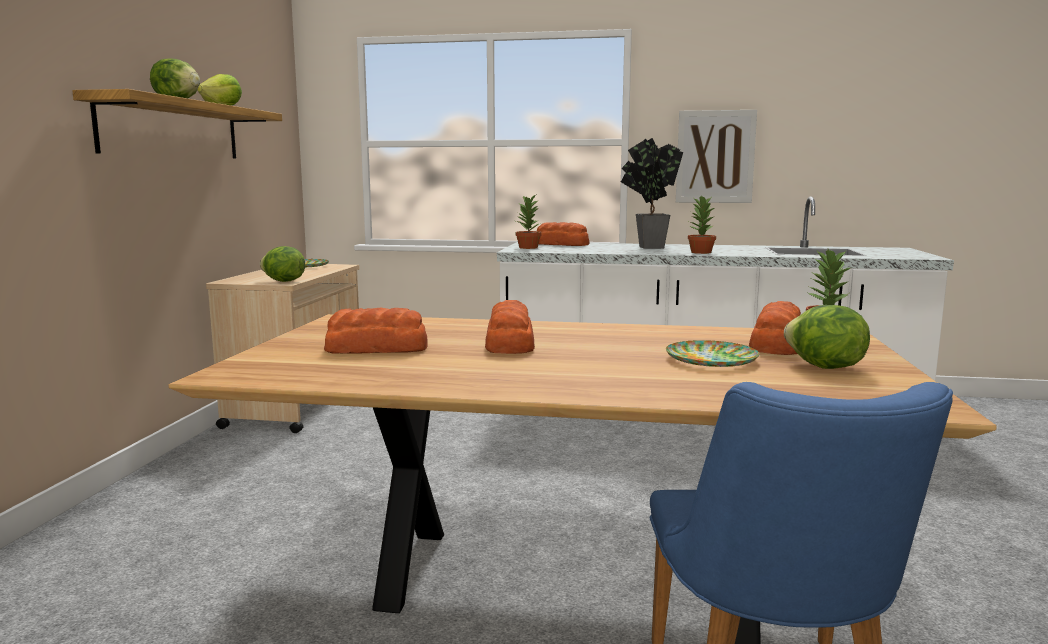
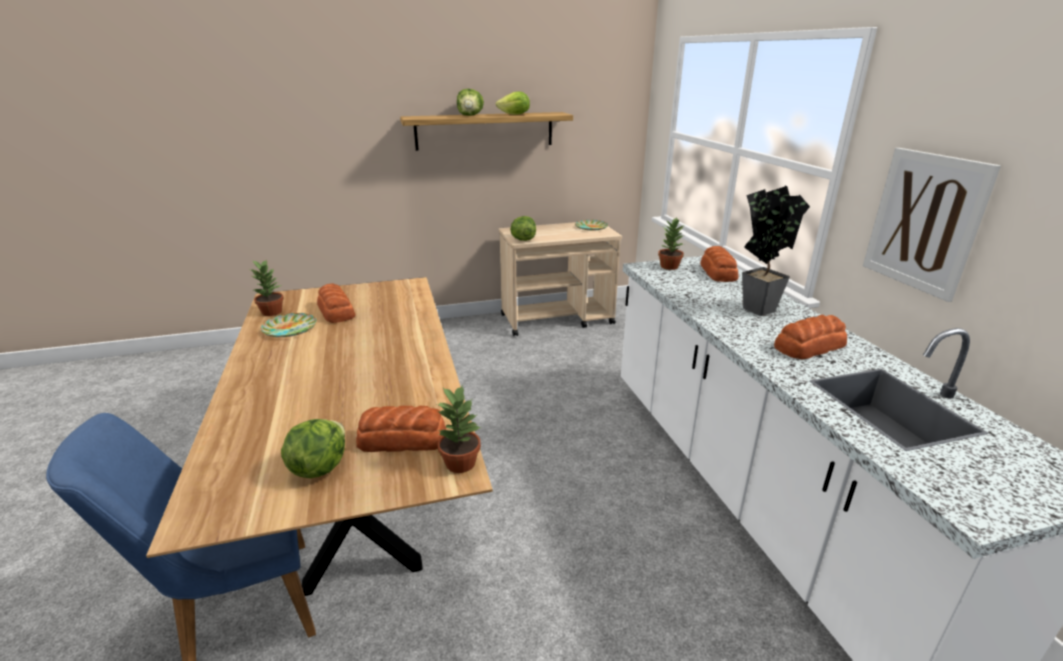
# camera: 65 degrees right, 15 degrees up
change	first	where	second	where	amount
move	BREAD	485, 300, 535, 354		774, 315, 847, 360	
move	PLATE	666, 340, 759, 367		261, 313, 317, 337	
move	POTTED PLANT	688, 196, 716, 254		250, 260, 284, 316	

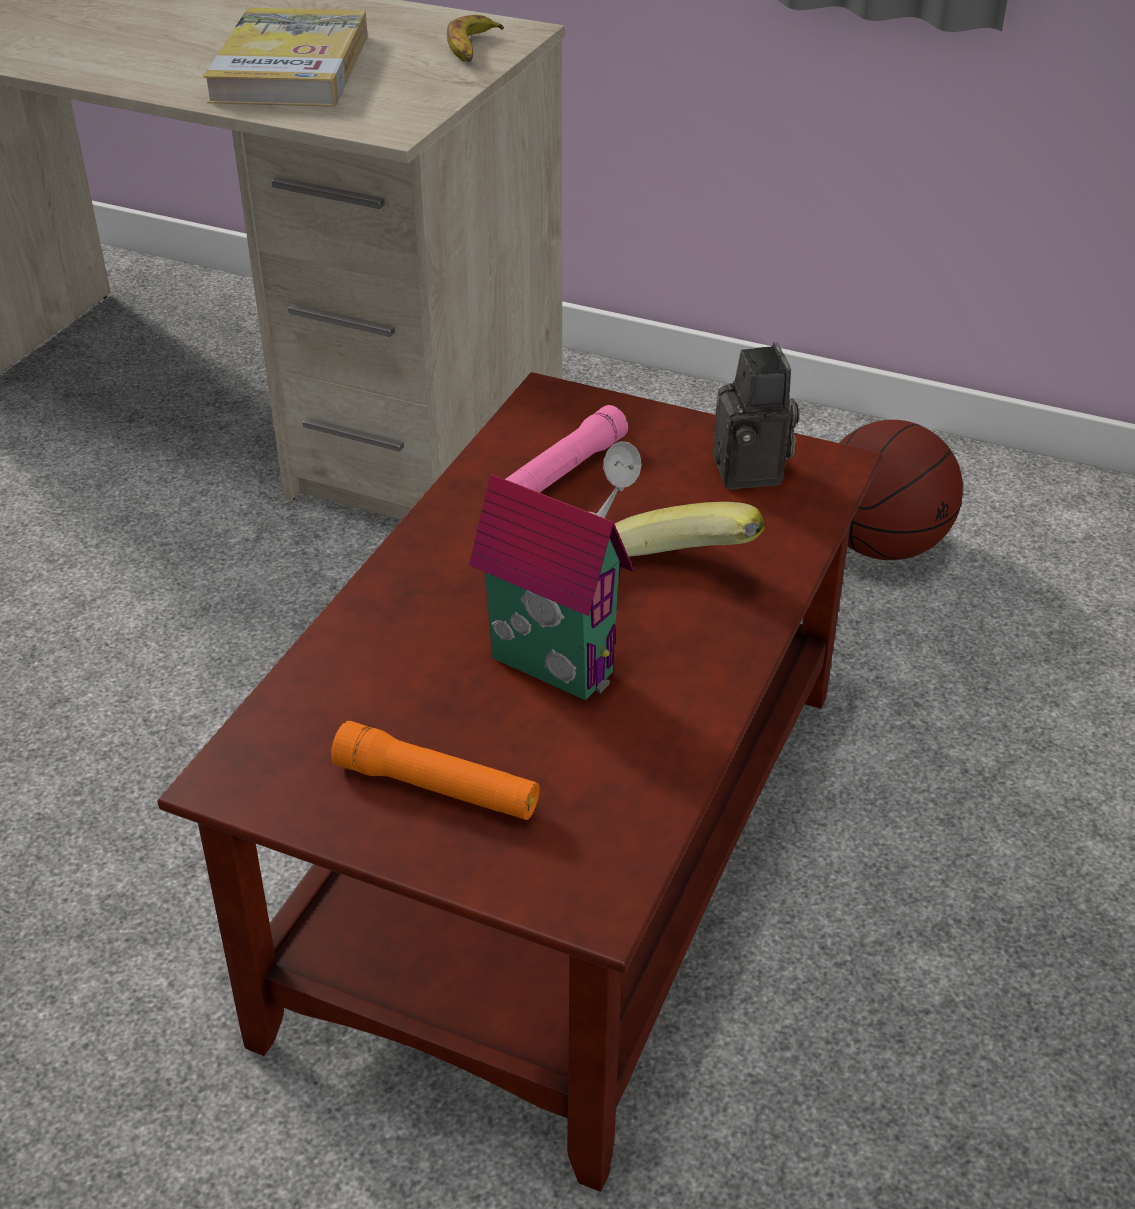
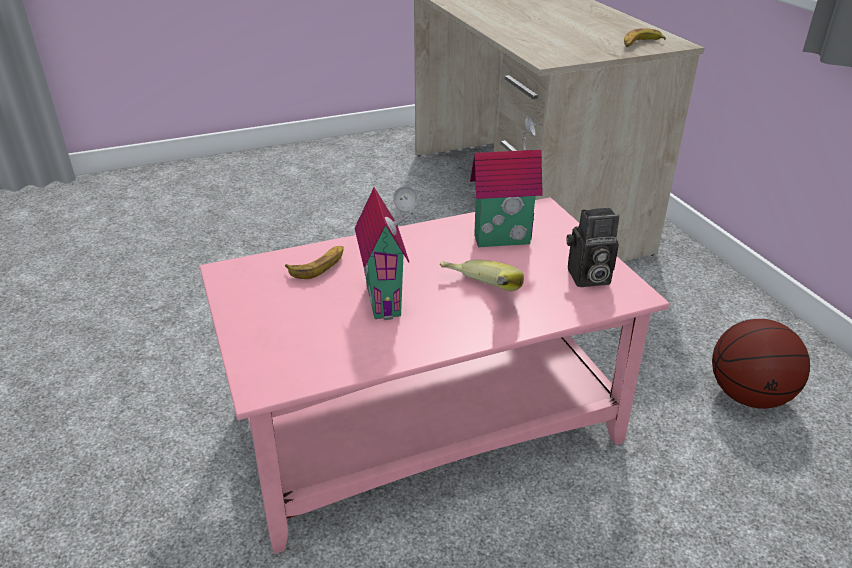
# camera: 45 degrees right, 5 degrees down
change	first	where	second	where	amount
delete	BOOK	203, 8, 368, 107			
delete	ORANGE FLASHLIGHT	331, 721, 540, 820			
insert			BANANA	285, 246, 344, 279	
replace	PINK FLASHLIGHT	506, 405, 628, 493	TOY HOUSE	470, 116, 543, 247	
recolor	BROWN COFFEE TABLE	157, 372, 882, 1192	PINK COFFEE TABLE	200, 197, 670, 554	
rotate	PHOTO CAMERA	712, 342, 799, 489		567, 208, 619, 287	45 degrees clockwise

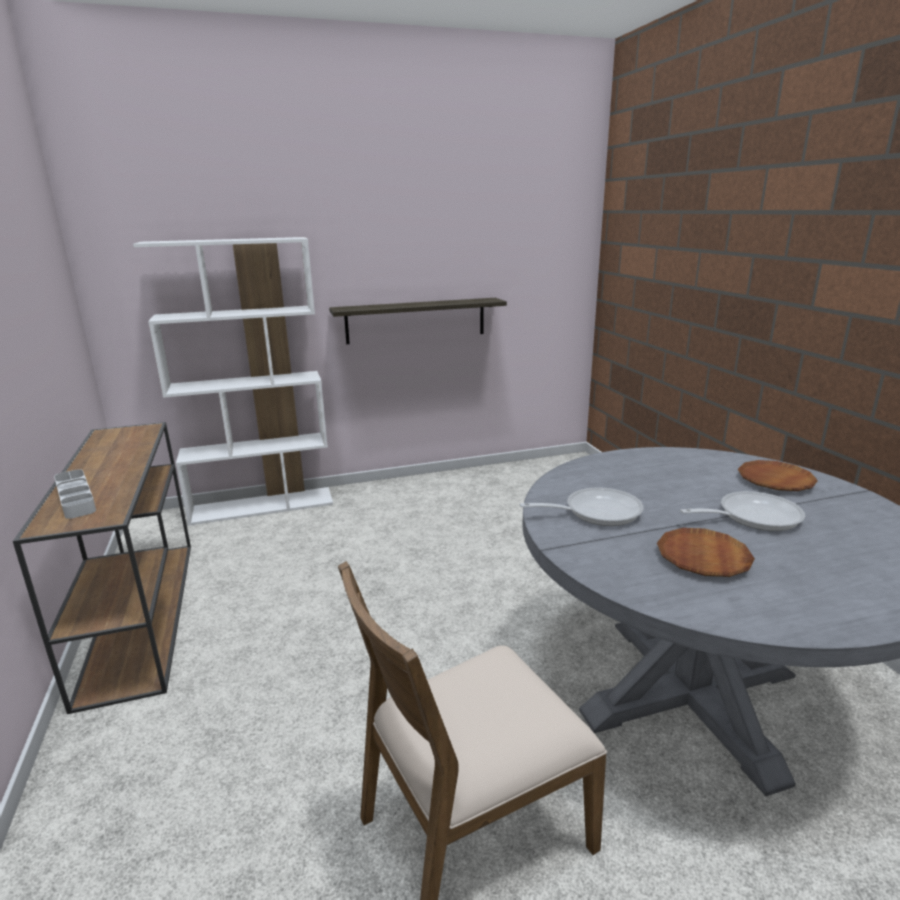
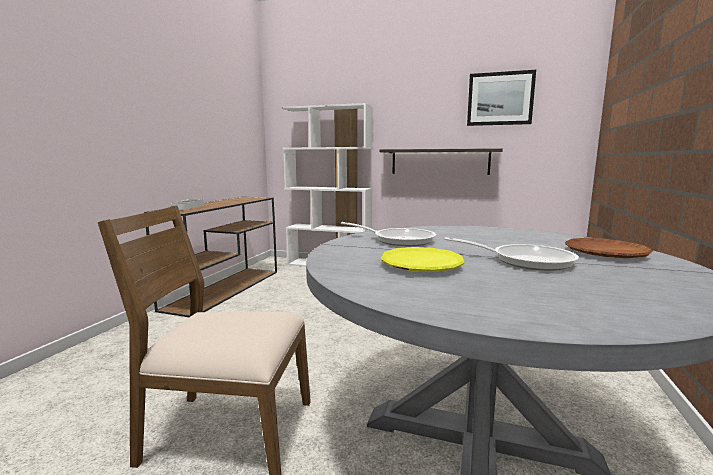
# camera: 35 degrees right, 10 degrees down
change	first	where	second	where	amount
insert			PICTURE	467, 70, 536, 126	
recolor	BROWN PLATE	657, 528, 755, 577	YELLOW PLATE	381, 247, 465, 272	

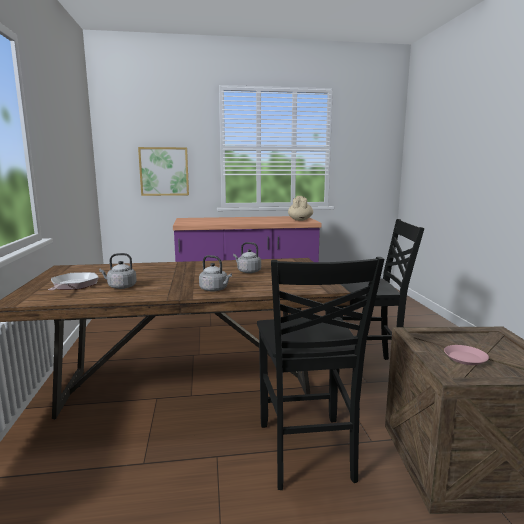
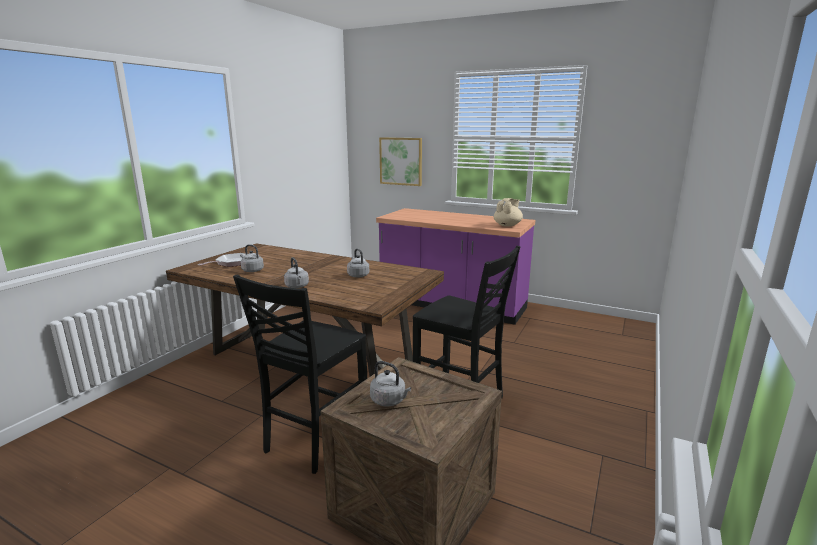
# camera: 35 degrees right, 5 degrees up
change	first	where	second	where	amount
replace	PINK PLATE	444, 345, 489, 365	GREY KETTLE	370, 361, 411, 406	

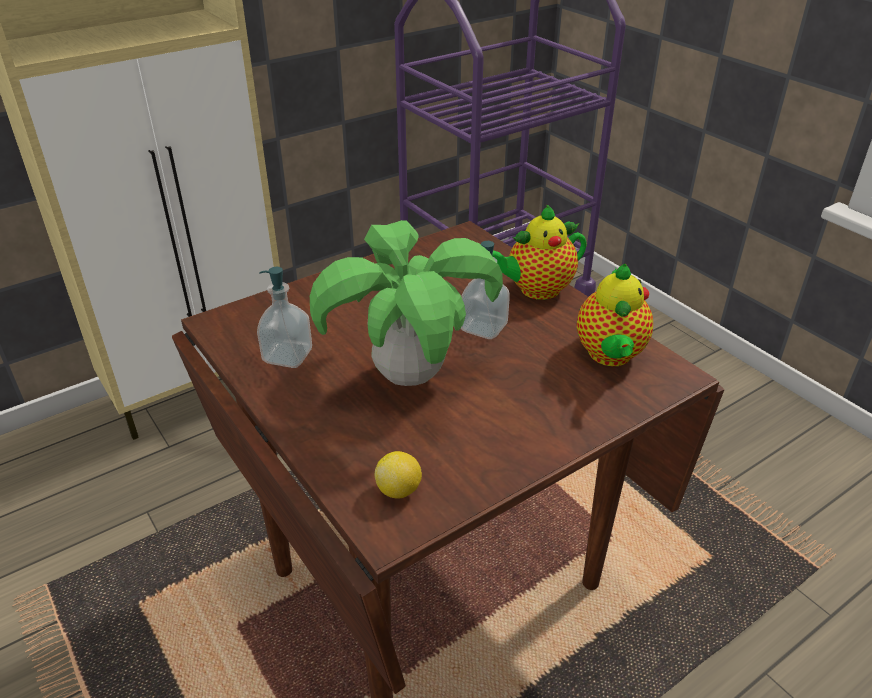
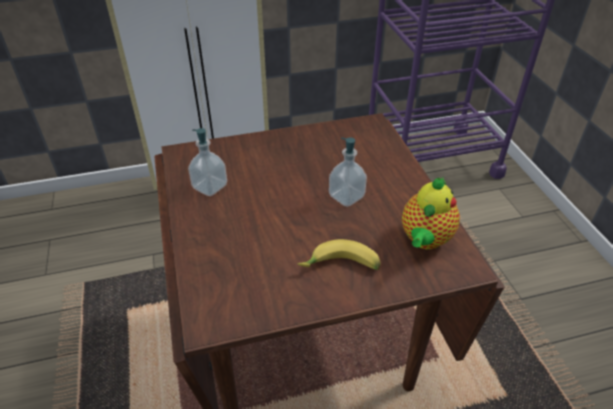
# camera: 20 degrees right, 5 degrees up
change	first	where	second	where	amount
delete	POTTED PLANT	310, 220, 503, 386			
delete	LEMON	375, 451, 422, 499			
delete	TEAPOT	492, 204, 587, 300			
insert			BANANA	297, 239, 380, 270	

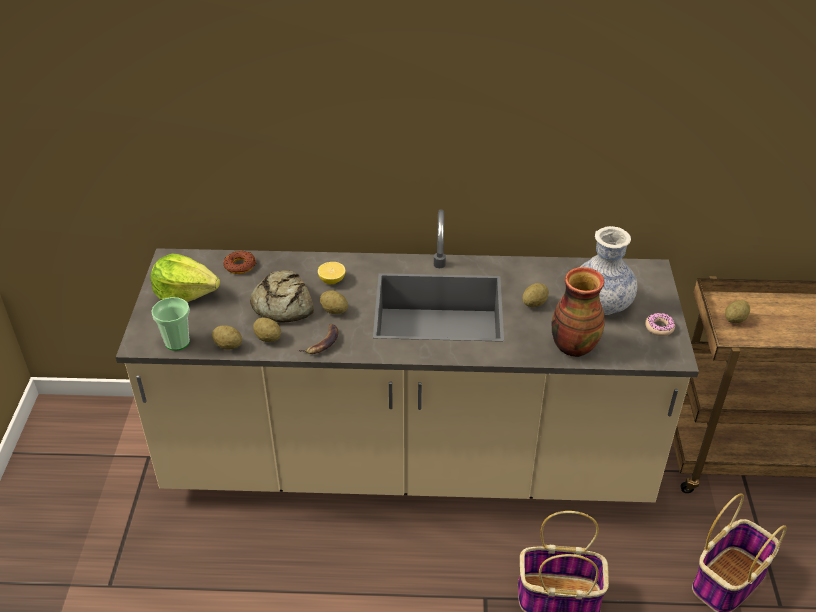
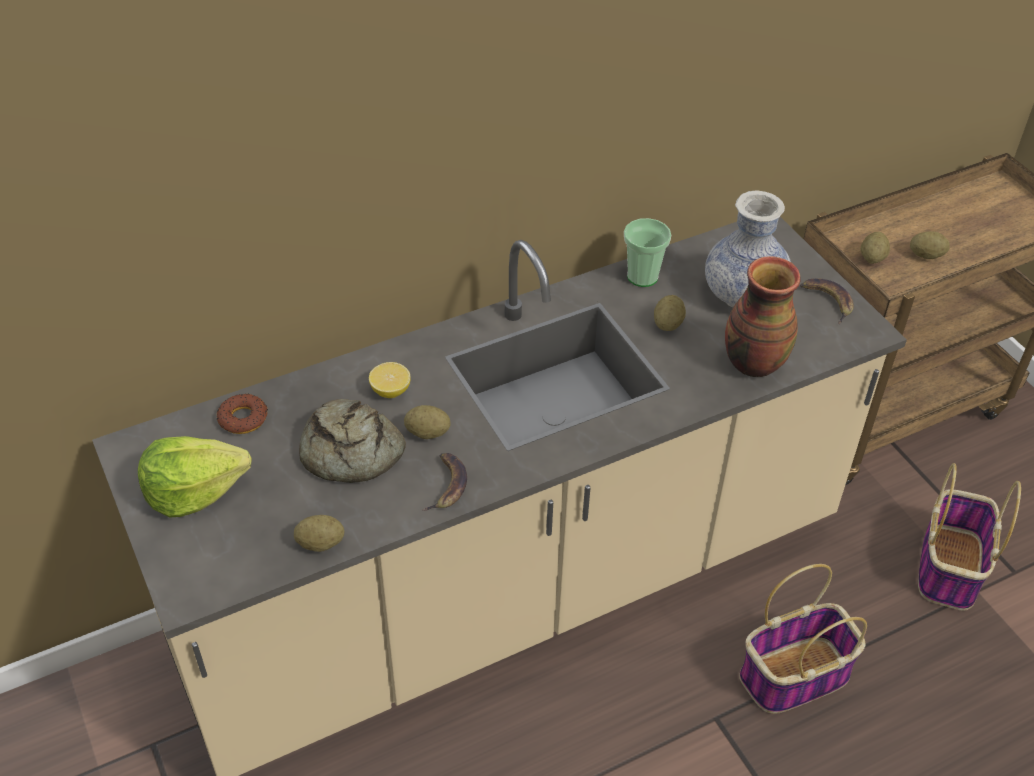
# camera: 30 degrees left, 5 degrees up
change	first	where	second	where	amount
move	CUP	151, 297, 190, 351		624, 218, 671, 287	
move	POTATO	253, 318, 281, 342		910, 231, 950, 259	
replace	DONUT	645, 313, 675, 336	BANANA	800, 278, 854, 324	

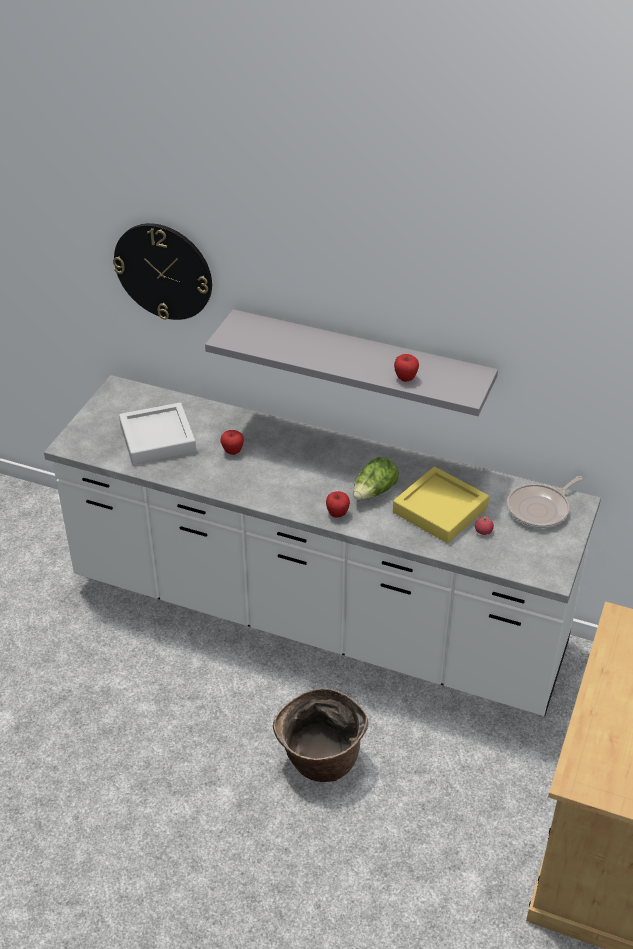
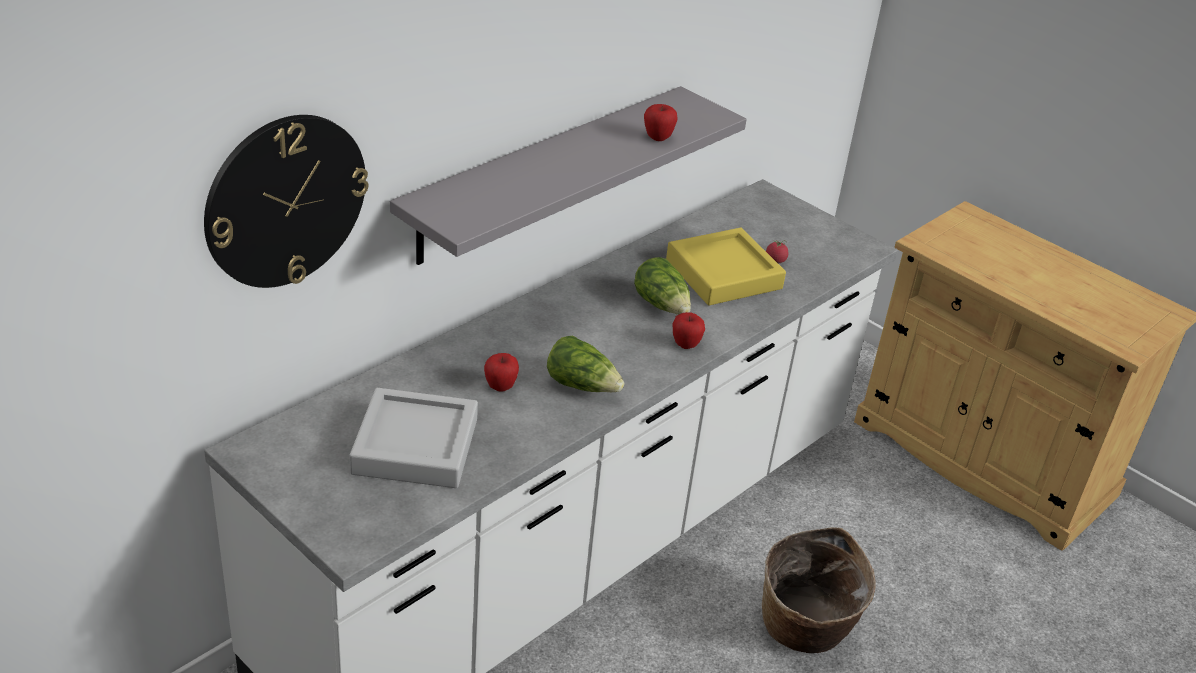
# camera: 70 degrees left, 5 degrees down
change	first	where	second	where	amount
delete	FRYING PAN	507, 476, 582, 528			
insert			LETTUCE	547, 335, 624, 392	

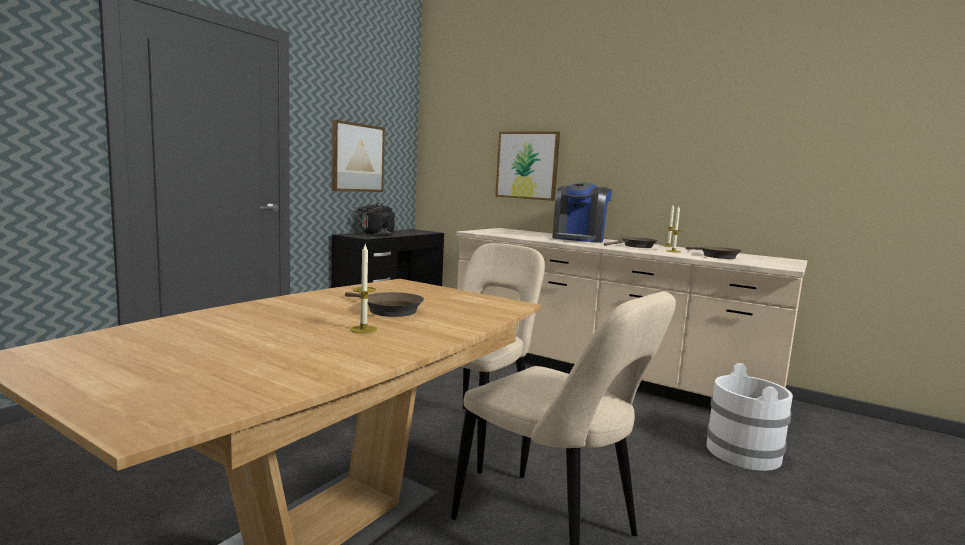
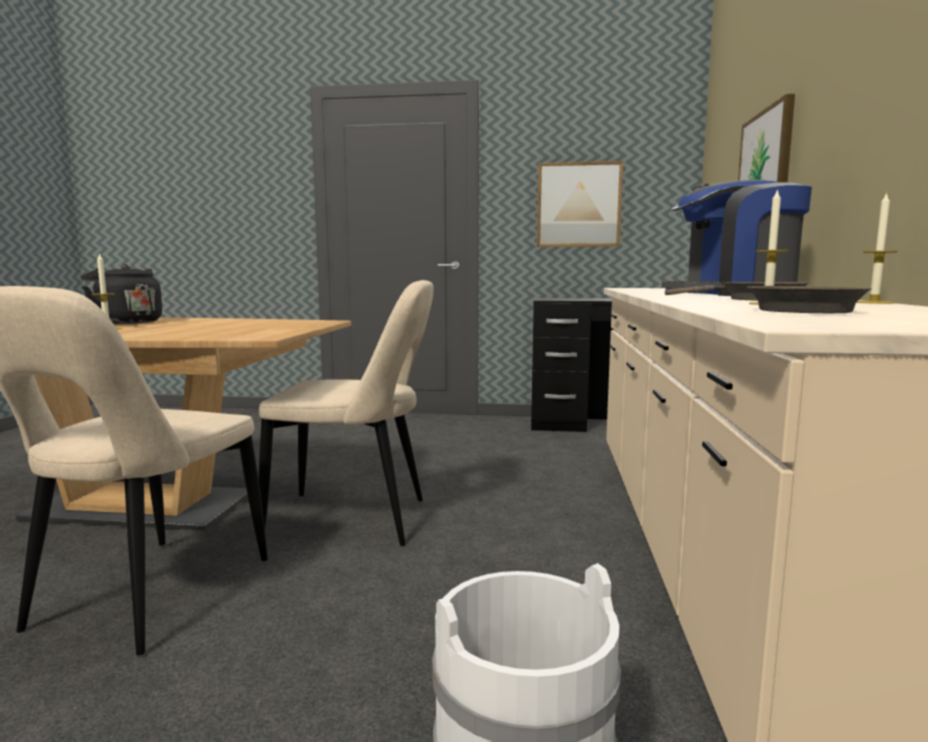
# camera: 65 degrees right, 0 degrees up
change	first	where	second	where	amount
delete	BROWN FRYING PAN	345, 292, 424, 317			
move	BLACK KETTLE	357, 203, 395, 235		81, 264, 162, 324	

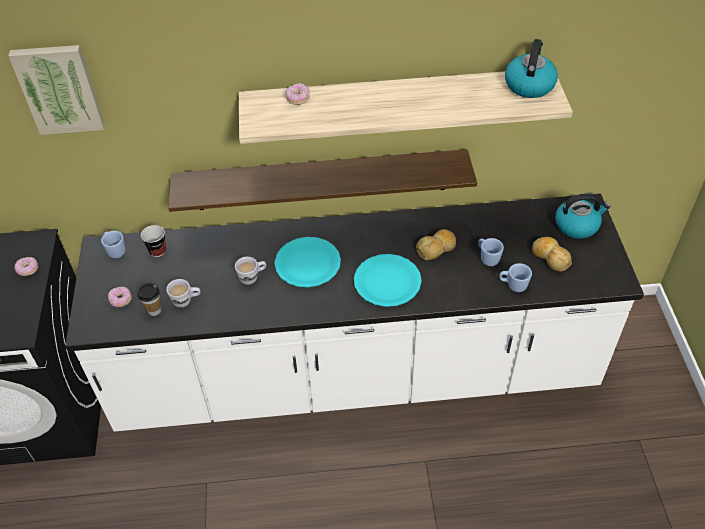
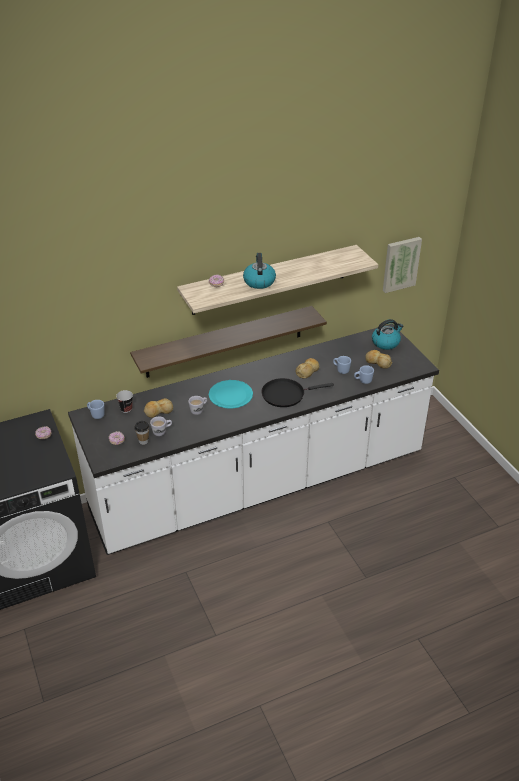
# camera: 20 degrees left, 10 degrees down
change	first	where	second	where	amount
insert			BREAD	144, 398, 173, 418	
move	PICTURE	8, 45, 105, 135		383, 237, 422, 293	
move	KETTLE	505, 39, 558, 98		243, 253, 276, 289	
replace	TURQUOISE PLATE	354, 254, 422, 307	BLACK FRYING PAN	262, 378, 334, 407	

